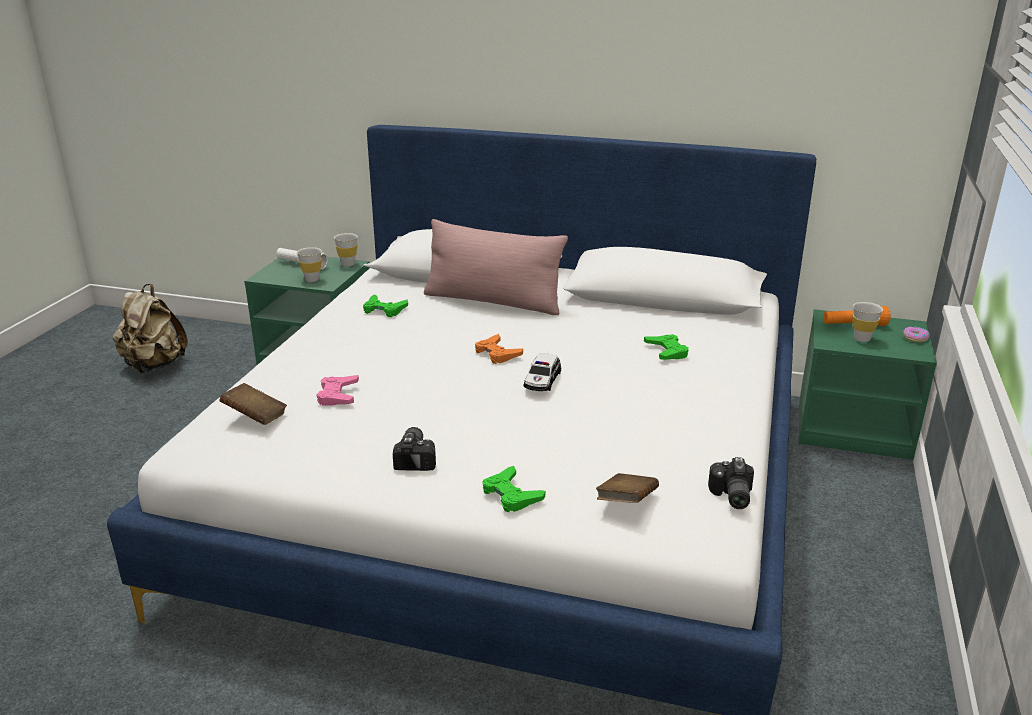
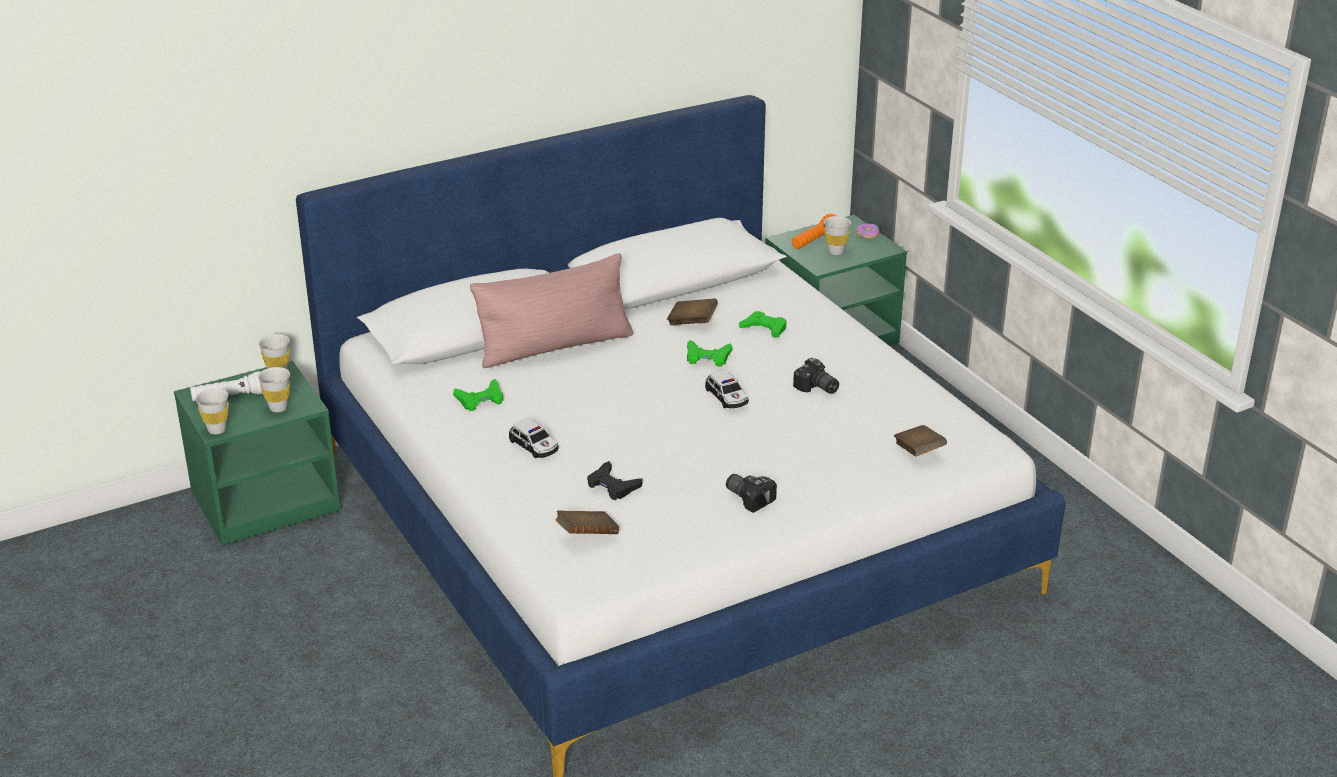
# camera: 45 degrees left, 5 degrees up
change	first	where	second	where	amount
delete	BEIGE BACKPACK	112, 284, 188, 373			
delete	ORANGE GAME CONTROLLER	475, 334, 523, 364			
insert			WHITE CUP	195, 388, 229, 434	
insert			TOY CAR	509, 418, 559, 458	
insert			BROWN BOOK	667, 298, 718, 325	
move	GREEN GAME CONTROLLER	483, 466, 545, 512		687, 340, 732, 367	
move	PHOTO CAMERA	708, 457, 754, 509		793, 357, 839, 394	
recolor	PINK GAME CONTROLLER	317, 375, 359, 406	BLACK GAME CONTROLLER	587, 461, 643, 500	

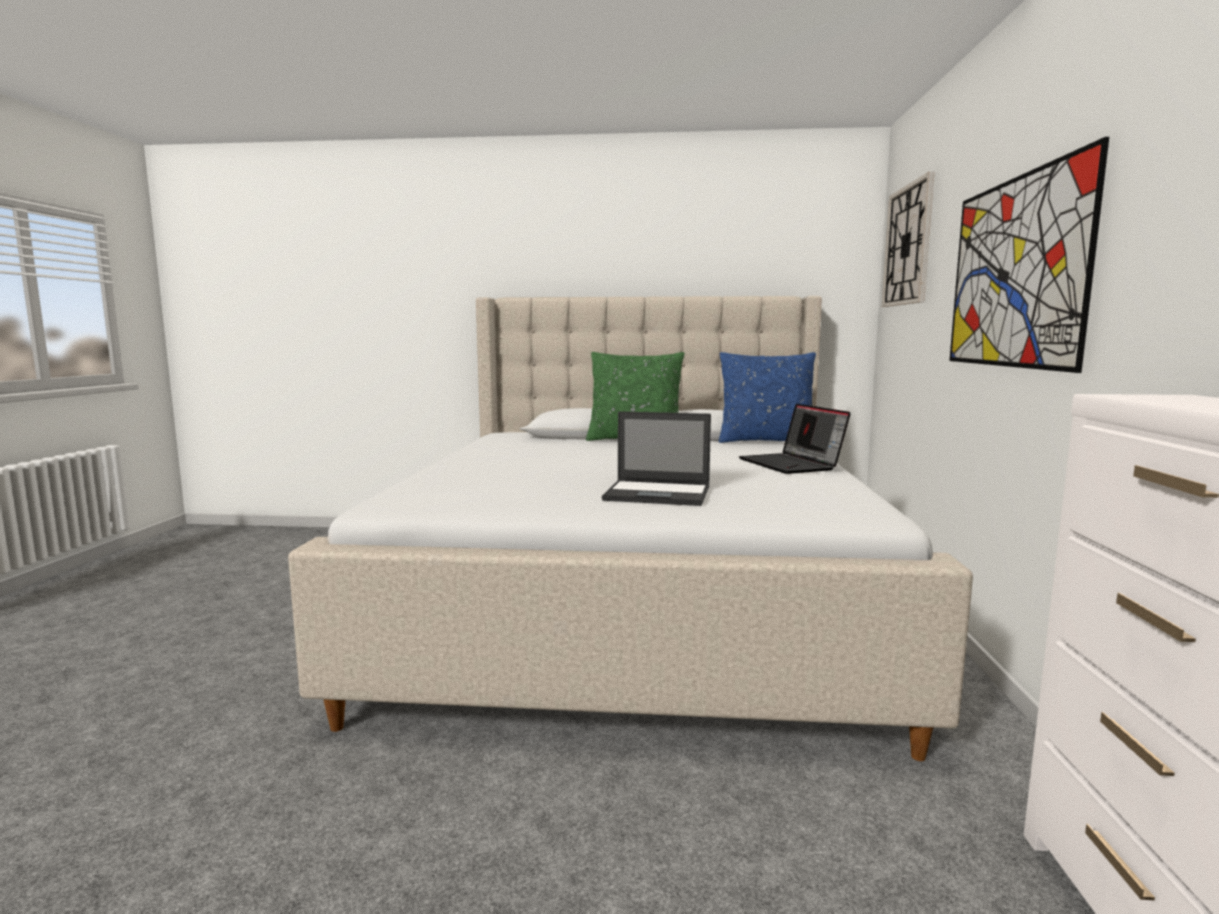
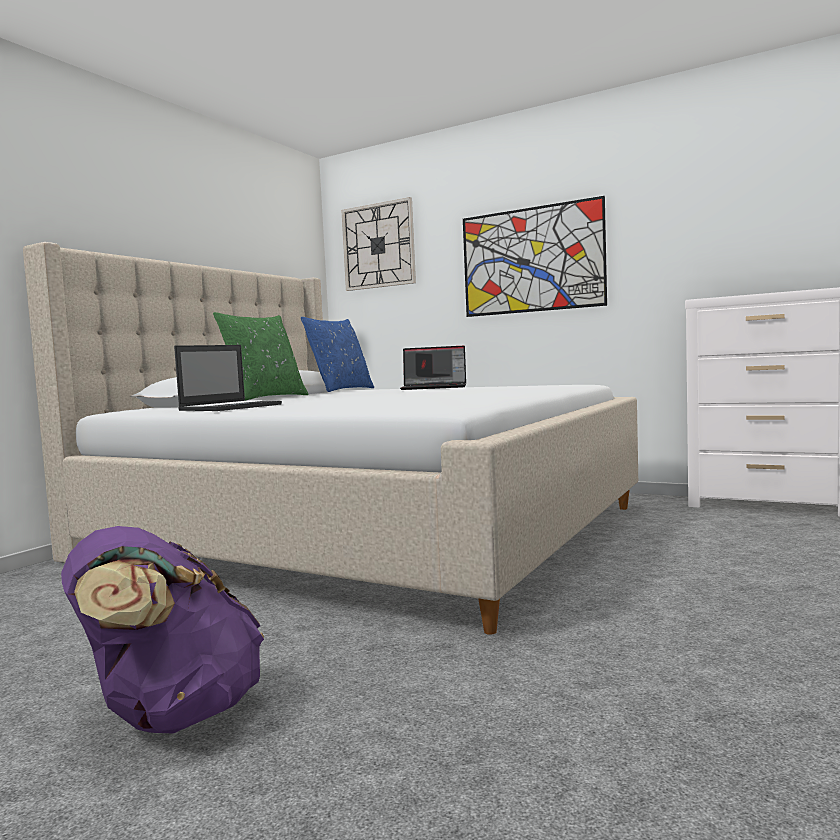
# camera: 65 degrees left, 5 degrees down
change	first	where	second	where	amount
insert			PURPLE BACKPACK	61, 526, 264, 733	
move	LAPTOP	602, 411, 711, 506		174, 345, 282, 411	

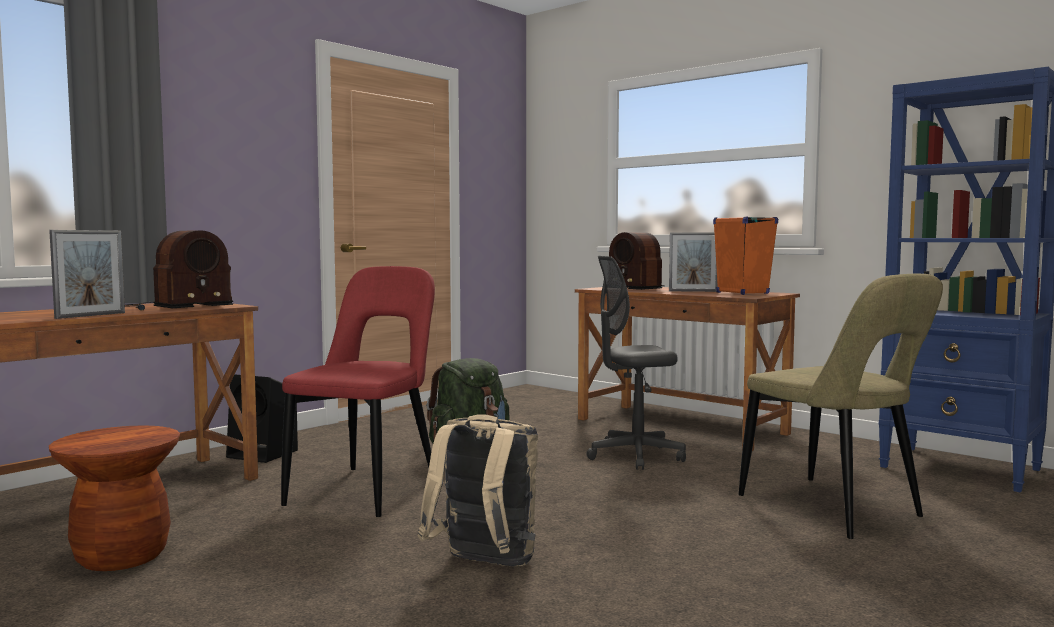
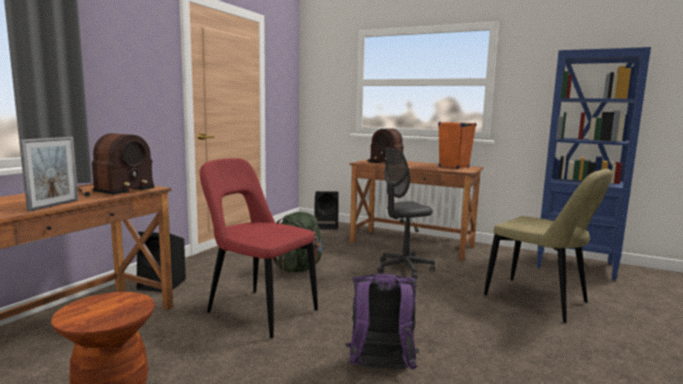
# camera: 15 degrees left, 5 degrees up
change	first	where	second	where	amount
delete	PICTURE FRAME	669, 232, 718, 292			
insert			BLACK SPEAKER	314, 191, 339, 230	
recolor	BEIGE BACKPACK	418, 414, 538, 567	PURPLE BACKPACK	345, 274, 419, 370	
rotate	RED CHAIR	281, 266, 435, 517		200, 158, 318, 338	60 degrees counterclockwise

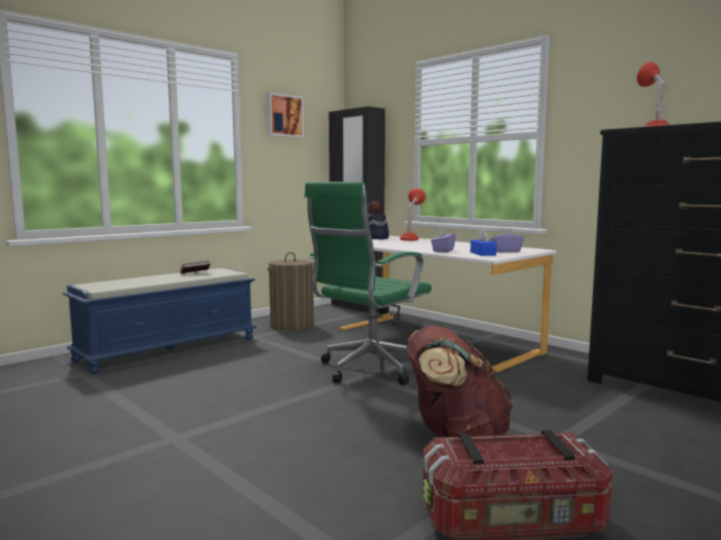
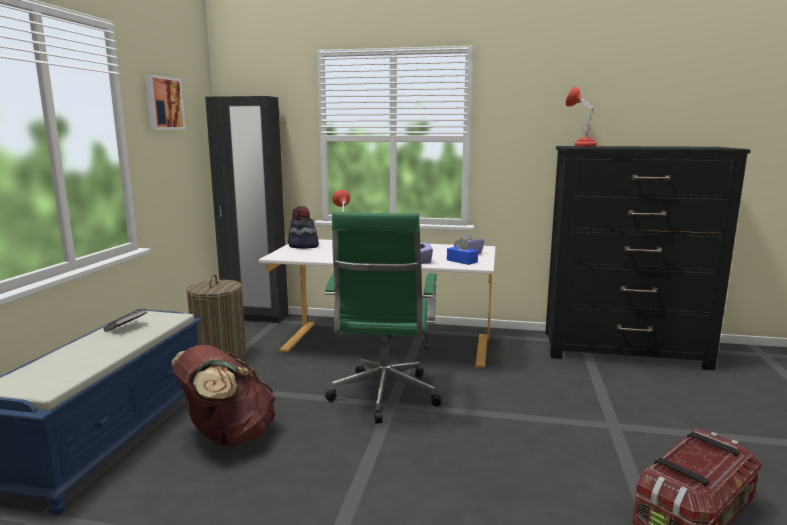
# camera: 35 degrees left, 5 degrees up
change	first	where	second	where	amount
move	BROWN BACKPACK	406, 326, 514, 438		171, 345, 276, 446	

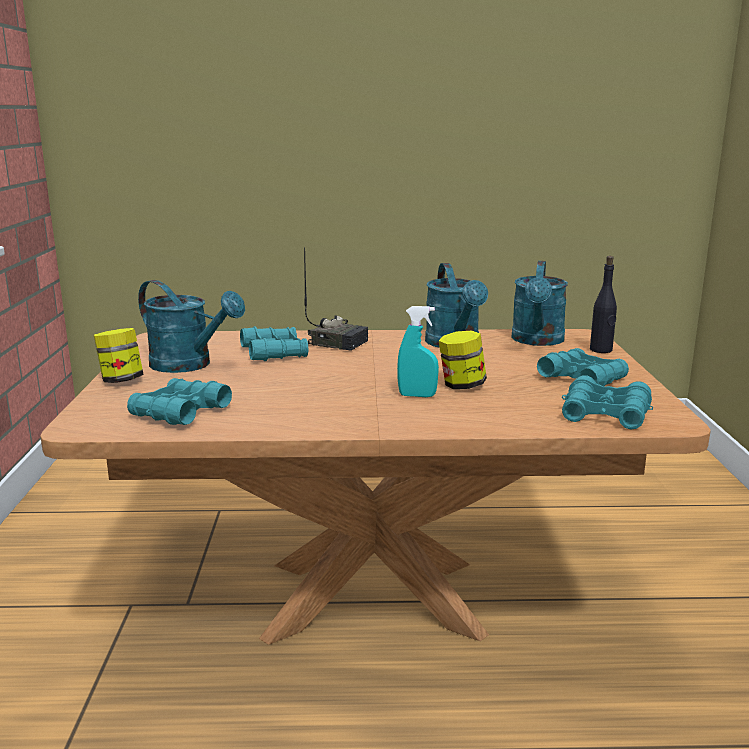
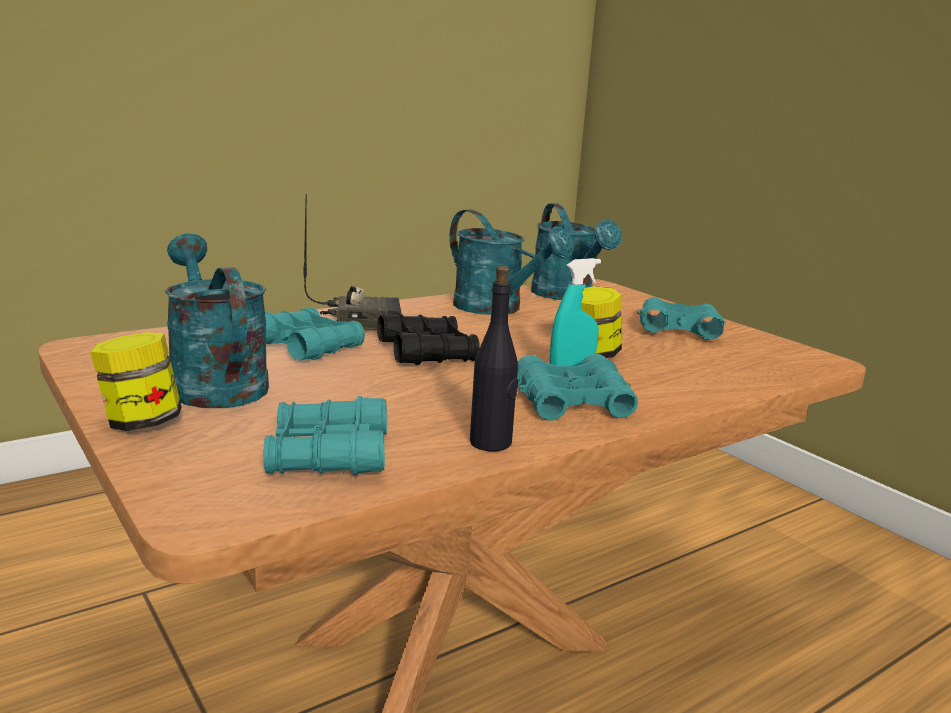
# camera: 35 degrees left, 0 degrees up
change	first	where	second	where	amount
insert			BLACK BINOCULARS	377, 313, 480, 365	
move	TURQUOISE BINOCULARS	562, 375, 653, 429		517, 354, 638, 421	
move	BLACK BOTTLE	590, 256, 617, 353		470, 266, 518, 451	
rotate	TURQUOISE WATERING CAN	138, 280, 245, 373		165, 233, 269, 408	120 degrees counterclockwise

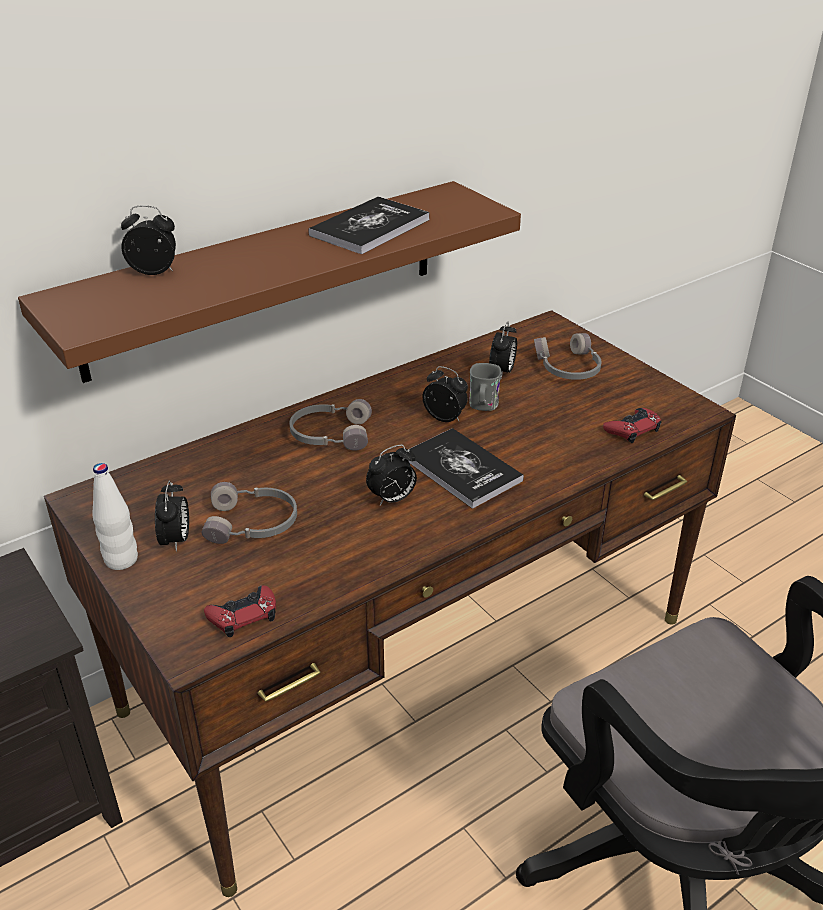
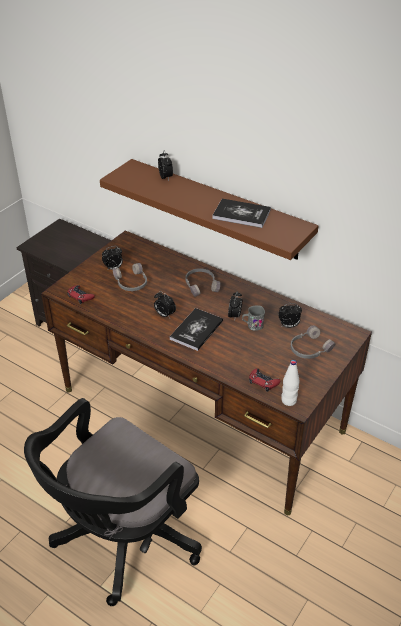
# camera: 70 degrees right, 5 degrees up
change	first	where	second	where	amount
move	WHITE BOTTLE	92, 463, 138, 570		281, 360, 300, 406	

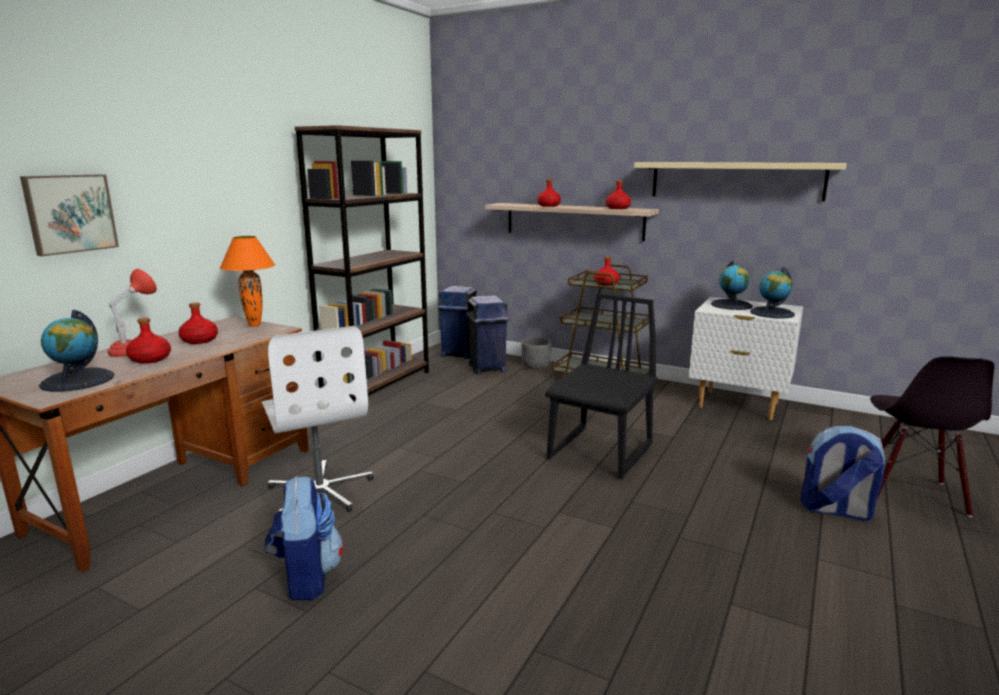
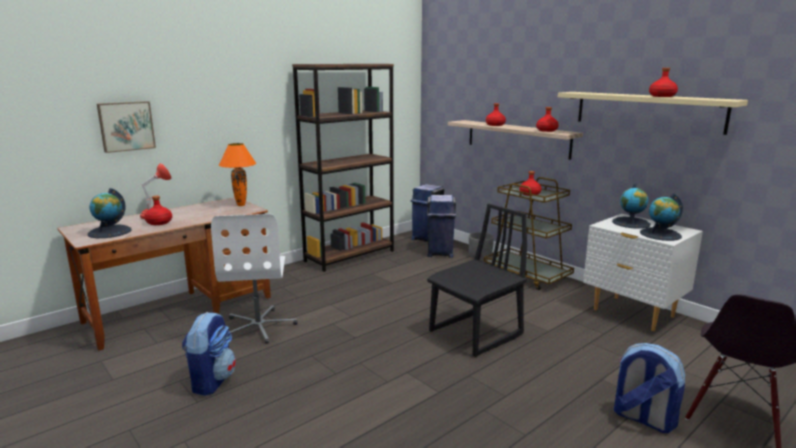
# camera: 20 degrees right, 0 degrees up
change	first	where	second	where	amount
move	RED BOTTLE	178, 302, 218, 344		649, 68, 678, 97	

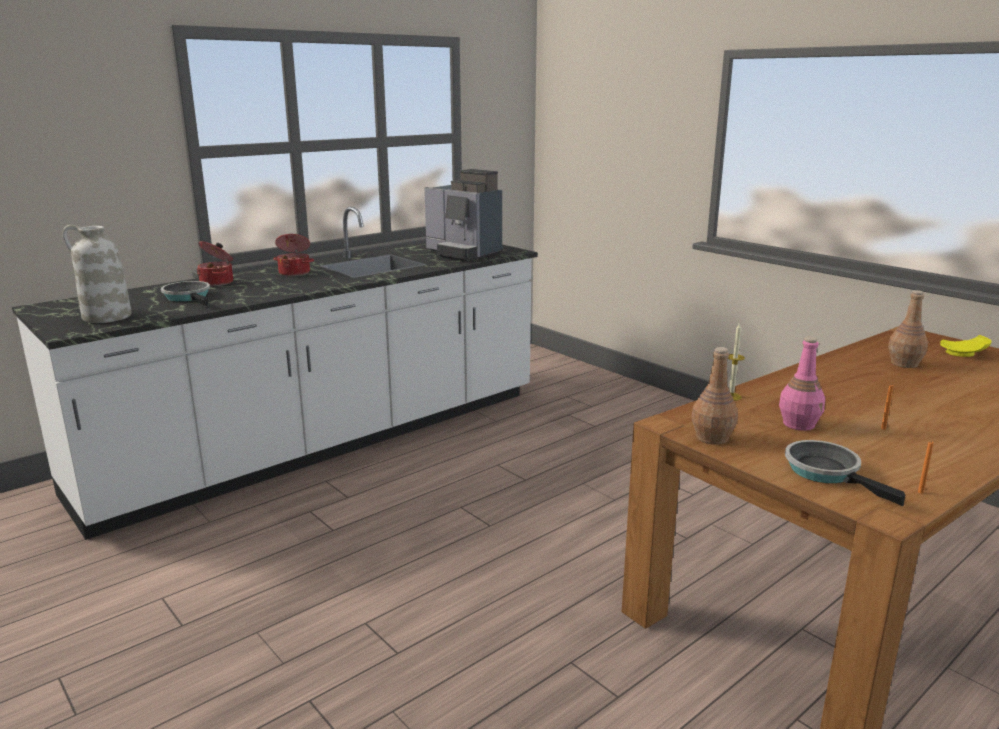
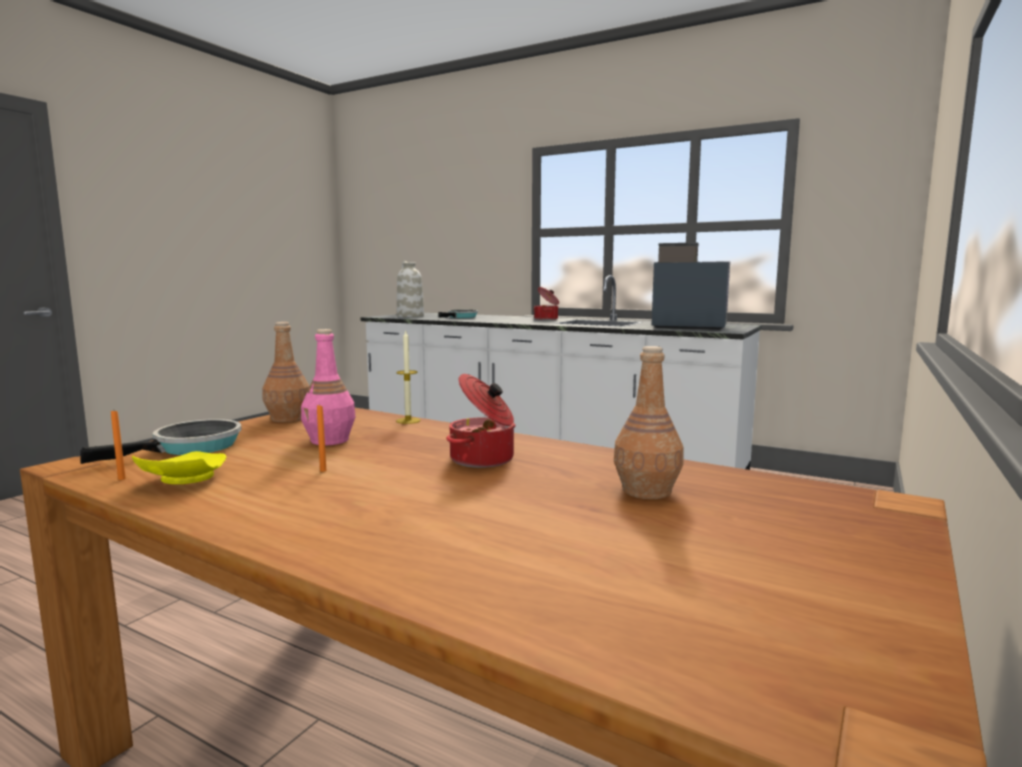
# camera: 70 degrees right, 10 degrees down
change	first	where	second	where	amount
move	COOKING POT	197, 241, 233, 286		446, 374, 516, 468	
move	YELLOW PLATE	940, 335, 992, 357		132, 451, 226, 484	
rotate	COFFEE MACHINE	424, 169, 502, 261		651, 243, 730, 330	90 degrees clockwise

